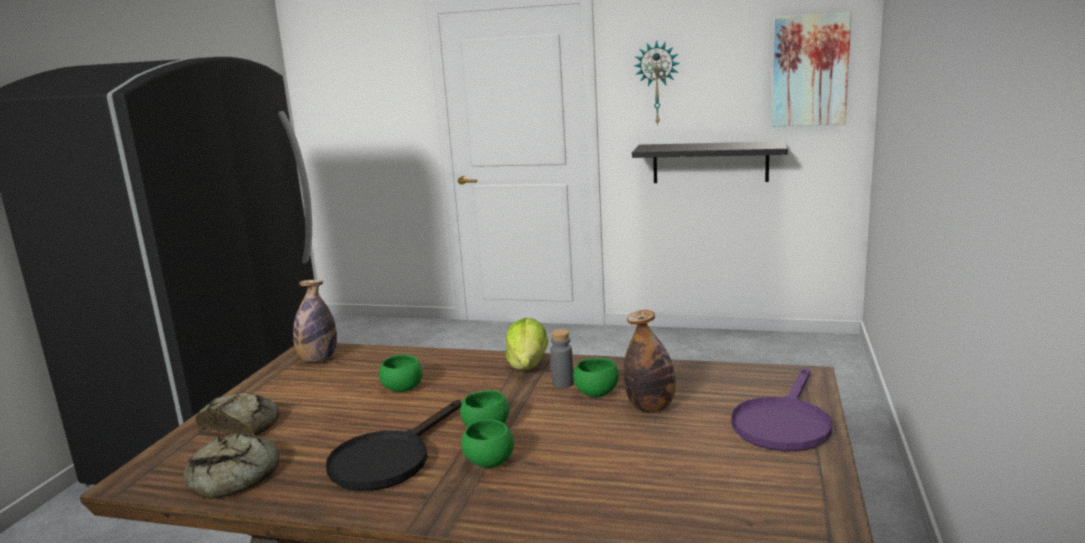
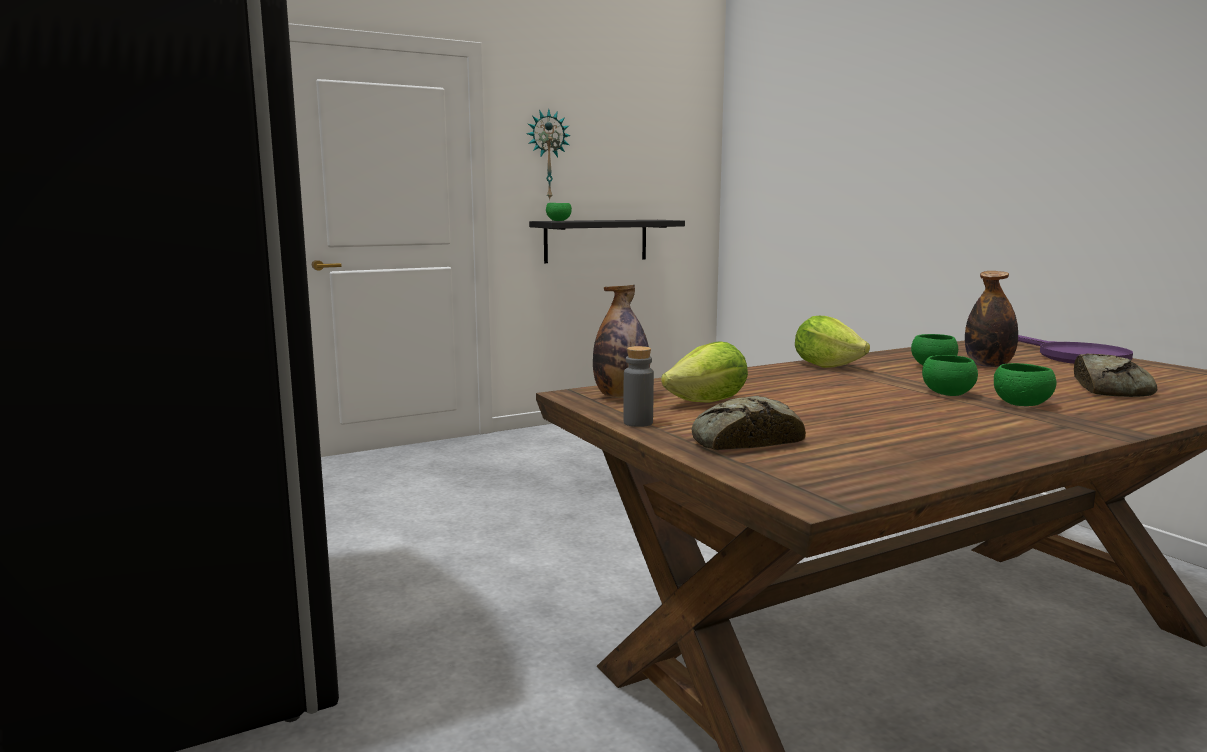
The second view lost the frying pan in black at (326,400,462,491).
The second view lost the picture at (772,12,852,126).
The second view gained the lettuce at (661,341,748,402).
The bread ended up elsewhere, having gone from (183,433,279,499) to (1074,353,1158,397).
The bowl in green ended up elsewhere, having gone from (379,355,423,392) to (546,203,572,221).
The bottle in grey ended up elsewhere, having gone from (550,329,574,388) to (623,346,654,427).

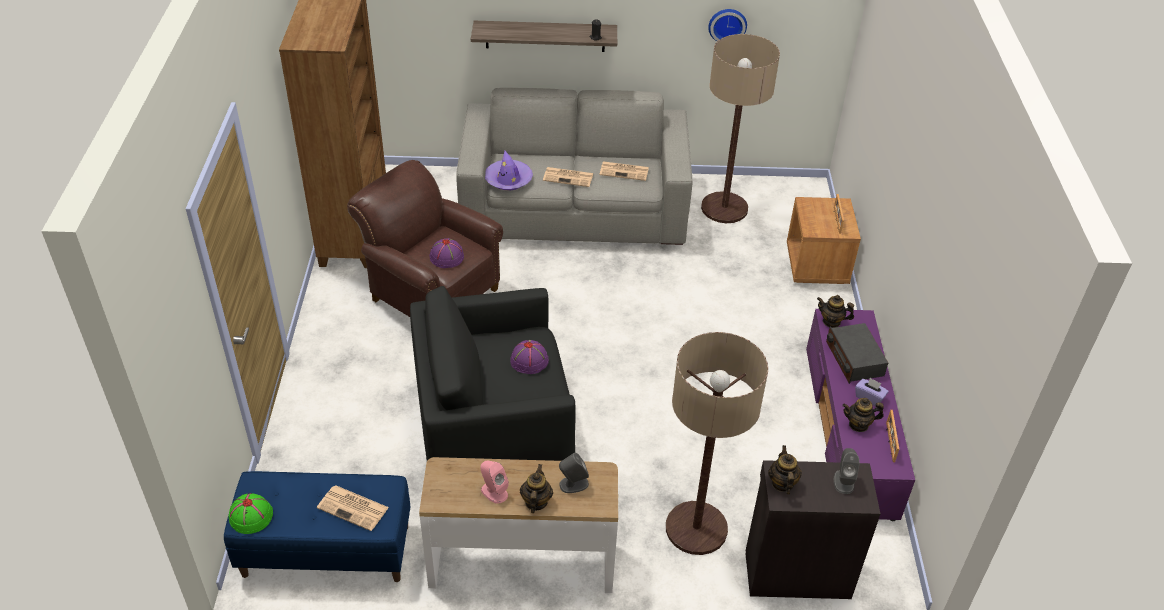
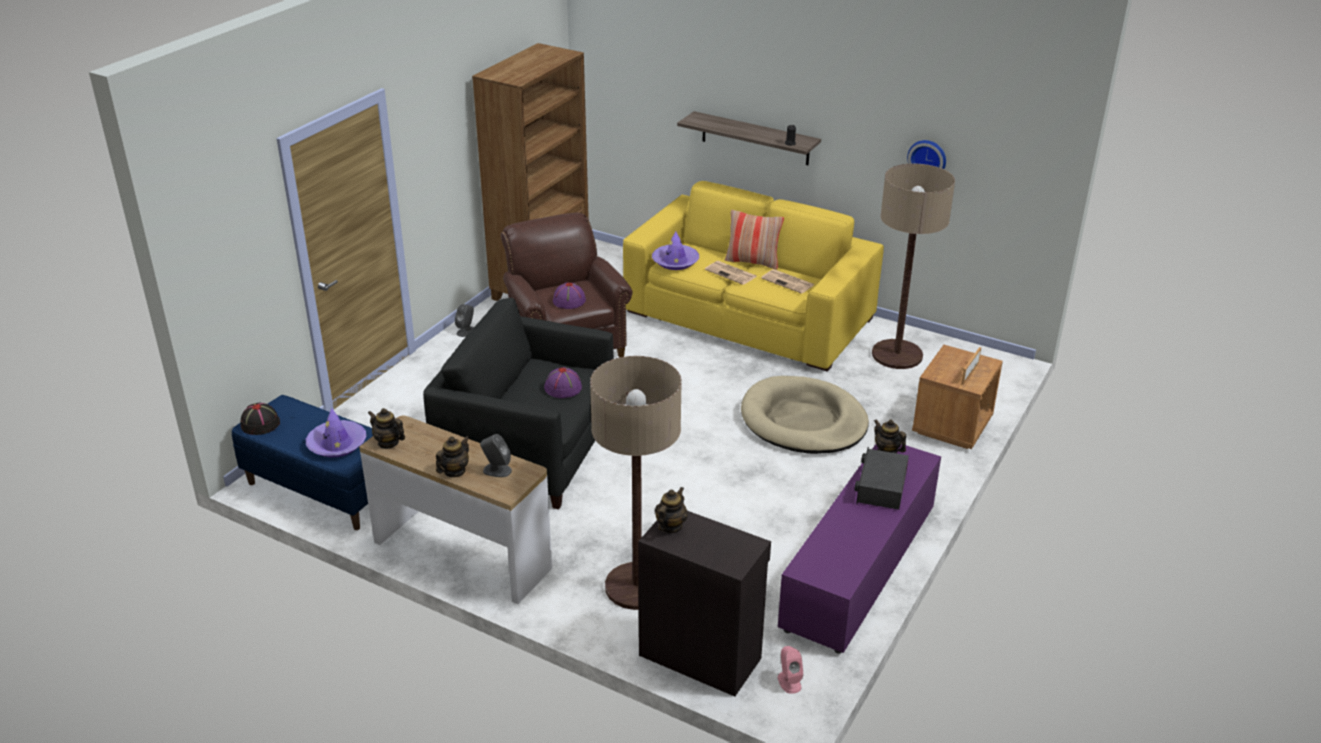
The second view lost the tissue box in purple at (855,378,889,406).
The second view lost the picture frame at (886,410,899,462).
The second view gained the pillow at (725,210,784,269).
The second view gained the dog bed in beige at (741,376,869,454).
The speaker in pink ended up elsewhere, having gone from (481,460,509,504) to (778,646,803,694).
The speaker in grey ended up elsewhere, having gone from (834,448,860,494) to (455,304,474,337).
The teapot ended up elsewhere, having gone from (842,398,884,432) to (368,408,405,449).
Where the newspaper stood at (317,486,389,531), the hat in purple came to stand at (306,408,366,458).
What was the hat in green at (229,493,273,534) turned into the hat in black at (240,402,280,435).
What was the sofa in grey at (456,88,692,245) turned into the sofa in yellow at (623,181,884,372).

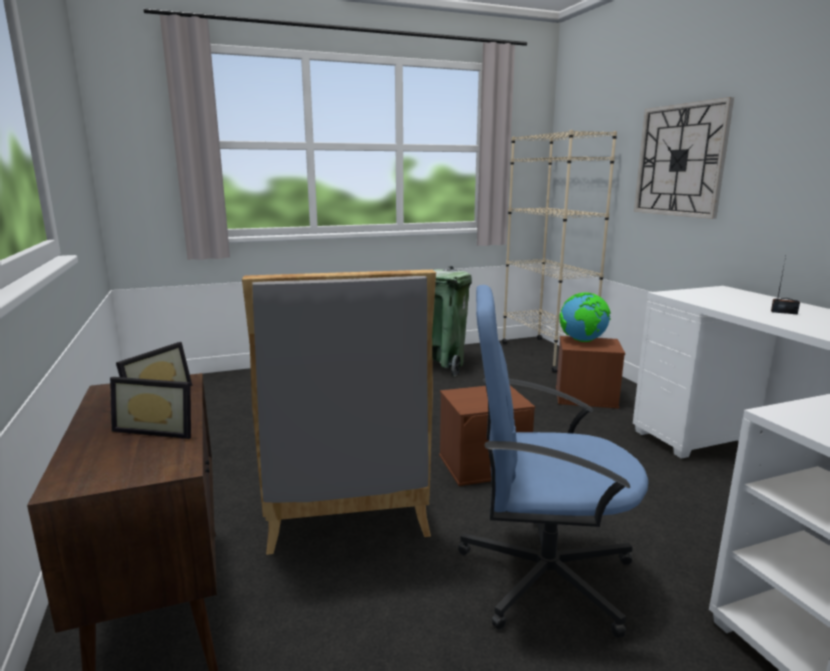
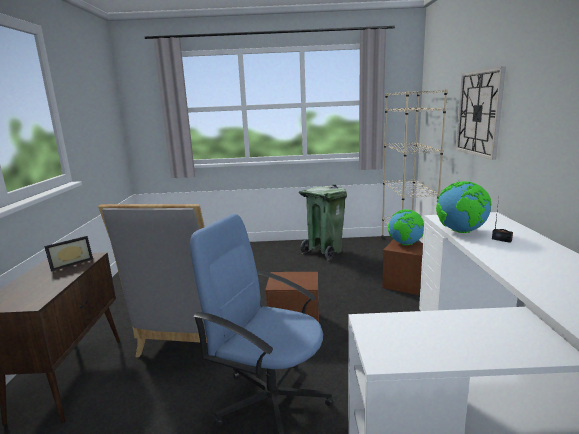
The second view lost the picture frame at (110,377,191,439).
The second view gained the globe at (436,181,492,233).

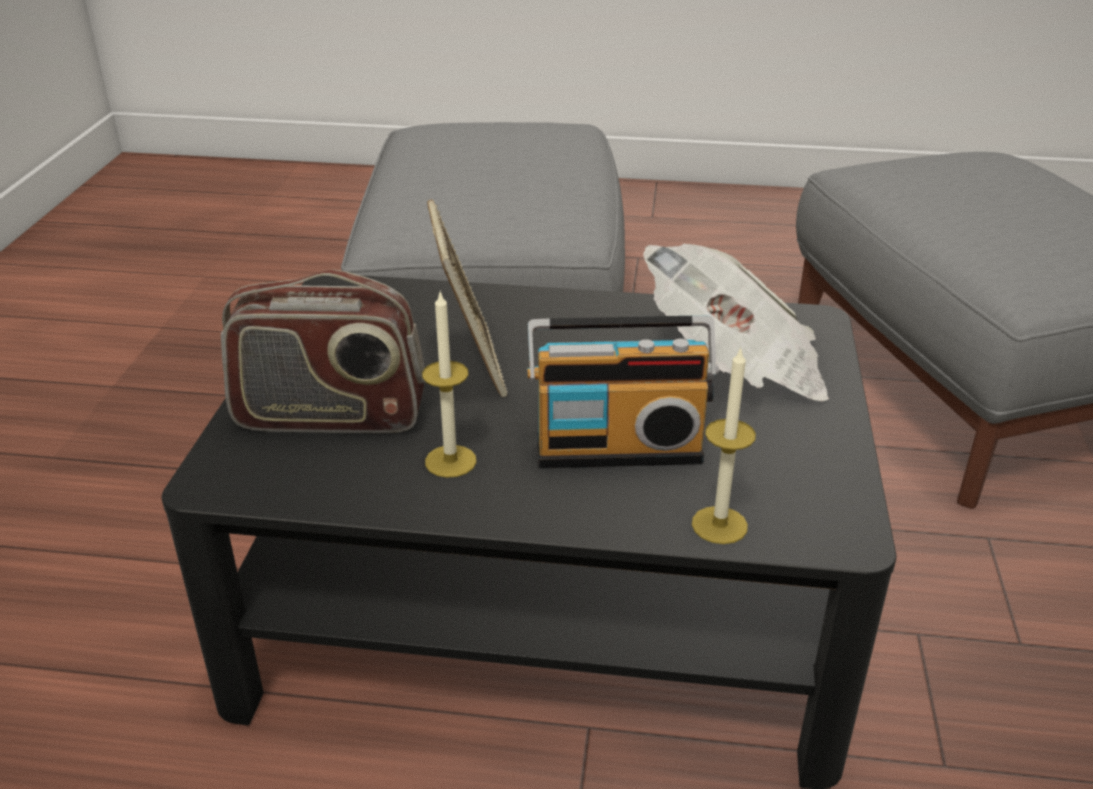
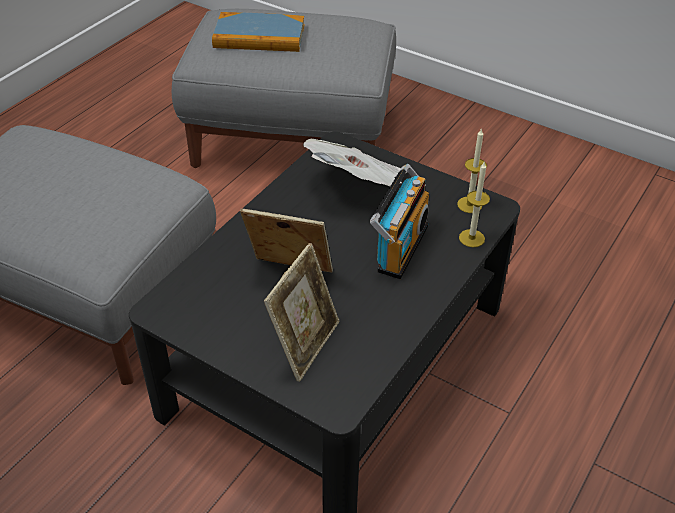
The second view gained the book at (212,12,304,52).
The candle ended up elsewhere, having gone from (422,290,477,478) to (457,128,487,213).
Where the radio stood at (221,269,425,434), the picture frame came to stand at (264,243,339,382).

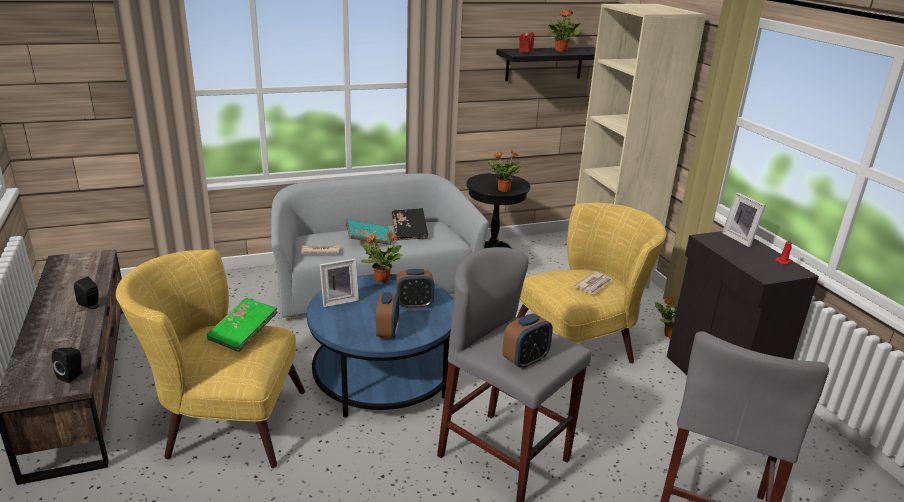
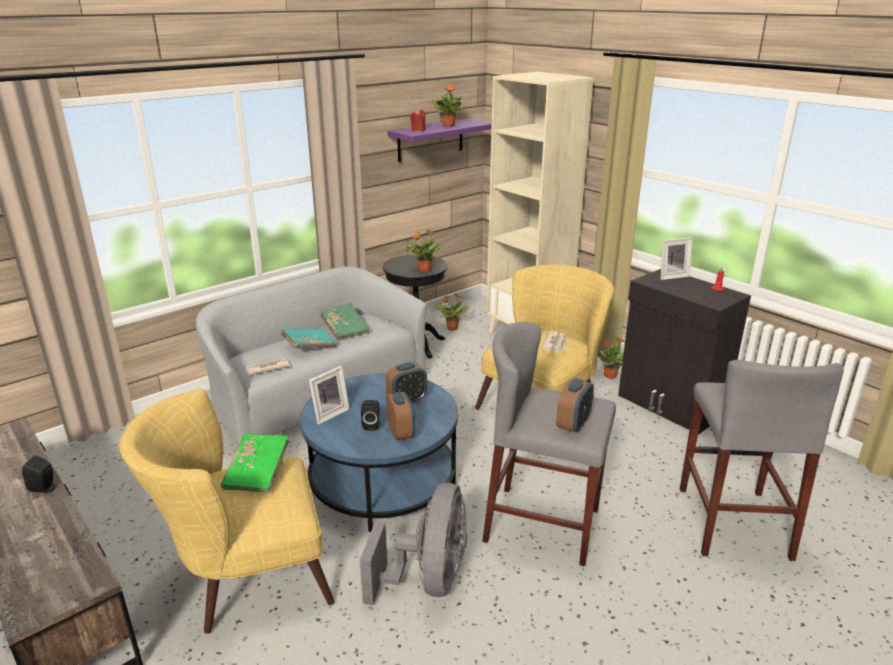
The second view gained the fan in grey at (360,483,467,605).
The speaker in black ended up elsewhere, having gone from (52,348,83,383) to (361,400,380,430).
The potted plant ended up elsewhere, having gone from (362,232,403,283) to (435,293,469,331).
What was the book in black at (392,208,429,241) turned into the book in green at (321,303,370,341).
What was the shelf in black at (496,47,596,81) turned into the shelf in purple at (387,119,492,162).
The picture frame at (722,192,766,247) ended up facing another way, 60 degrees counterclockwise from before.

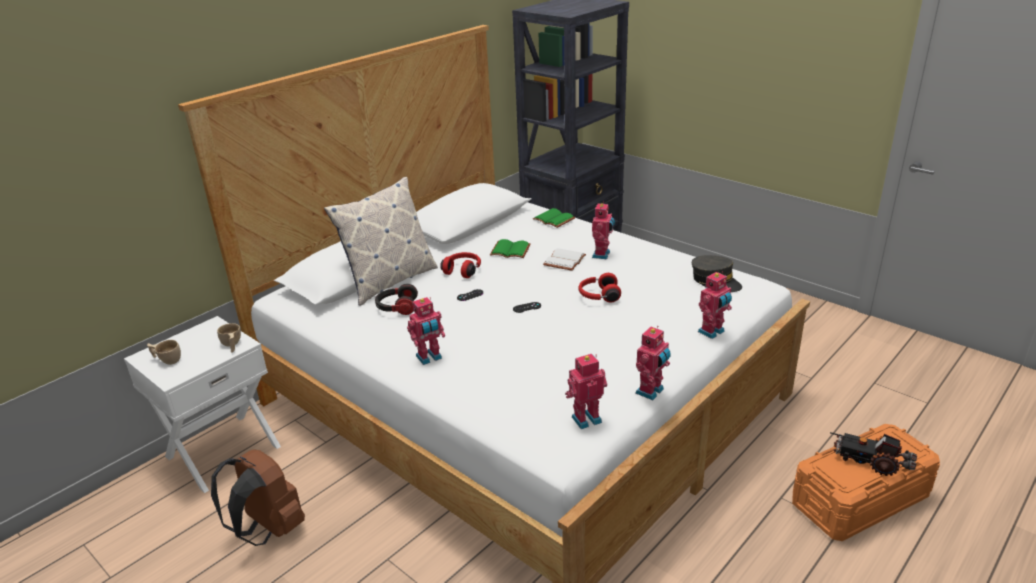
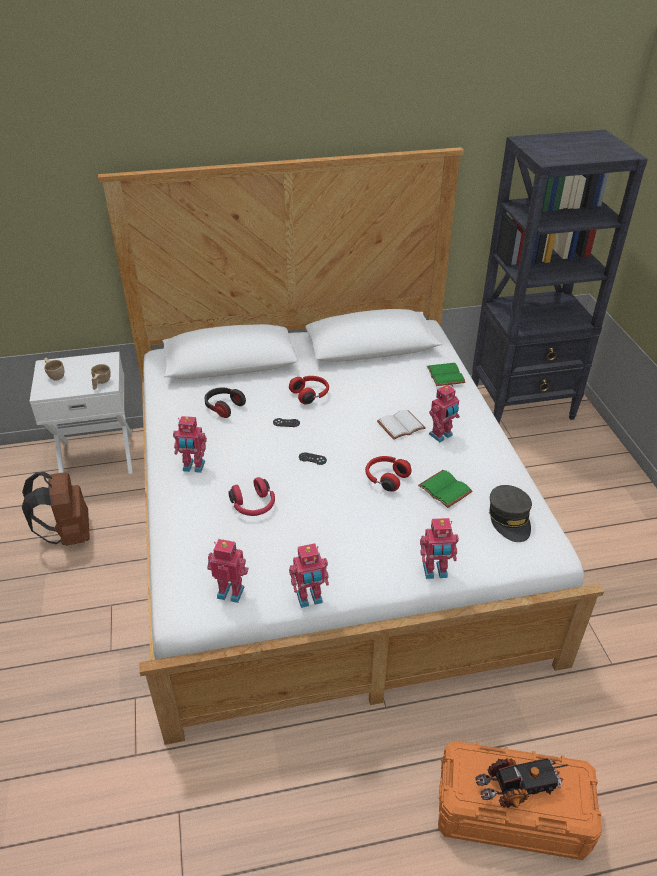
The second view lost the pillow at (324,177,438,306).
The second view gained the headphones in red at (229,477,275,516).
The book in green ended up elsewhere, having gone from (490,239,531,258) to (418,470,473,508).
The toy truck at (830,432,917,476) ended up facing another way, 105 degrees clockwise from before.

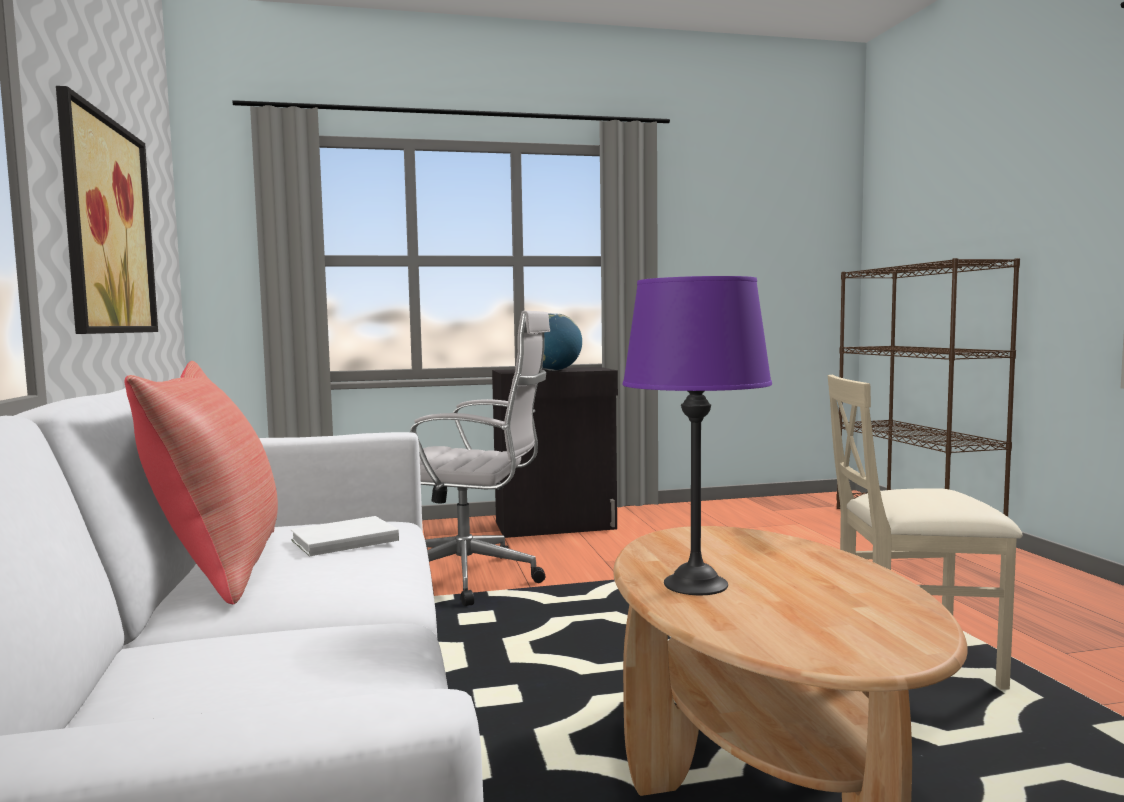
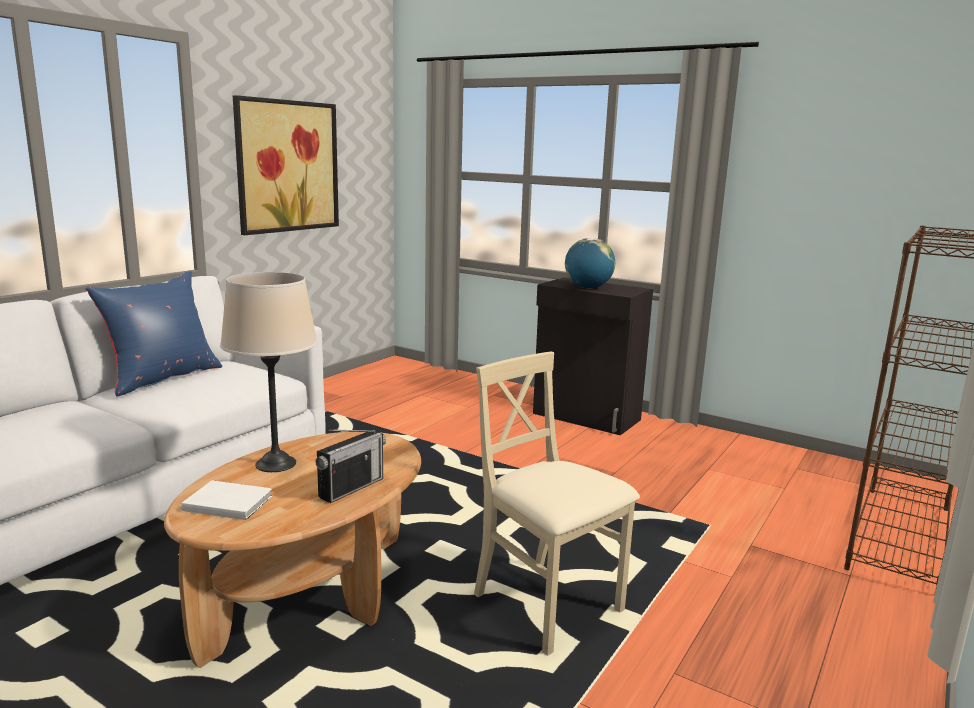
The second view lost the office chair in white at (410,311,550,606).
The second view gained the radio at (315,429,386,503).
The book in white ended up elsewhere, having gone from (291,516,399,556) to (182,480,273,520).
What was the pillow in red at (124,361,278,604) turned into the pillow in blue at (85,271,222,397).
What was the table lamp in purple at (623,276,772,595) turned into the table lamp in beige at (220,272,318,472).

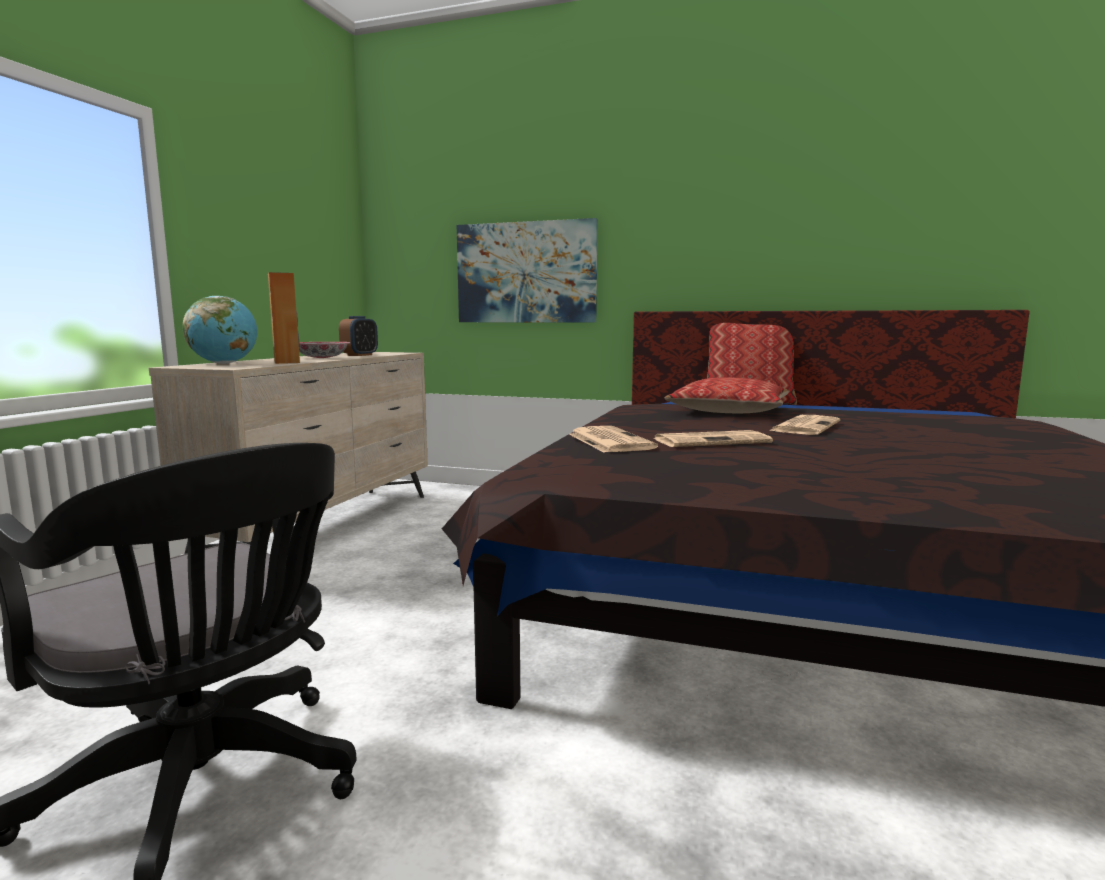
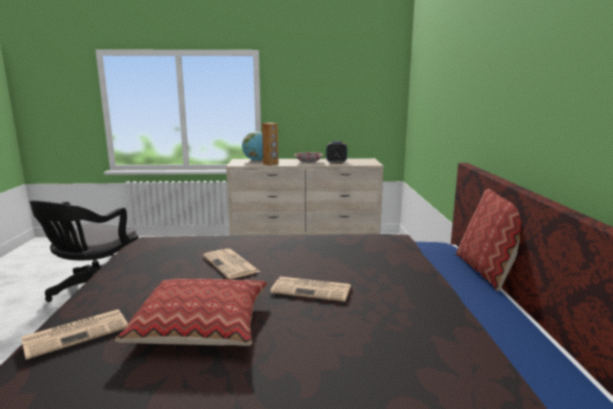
The second view lost the picture at (457,218,598,322).
The newspaper ended up elsewhere, having gone from (569,426,658,453) to (21,309,128,360).
The pillow ended up elsewhere, having gone from (665,378,789,413) to (115,279,268,346).

